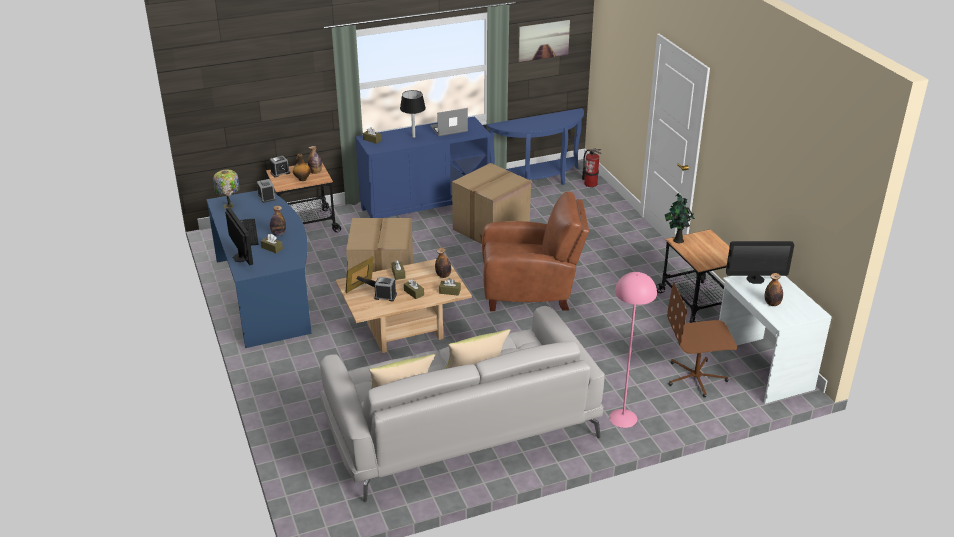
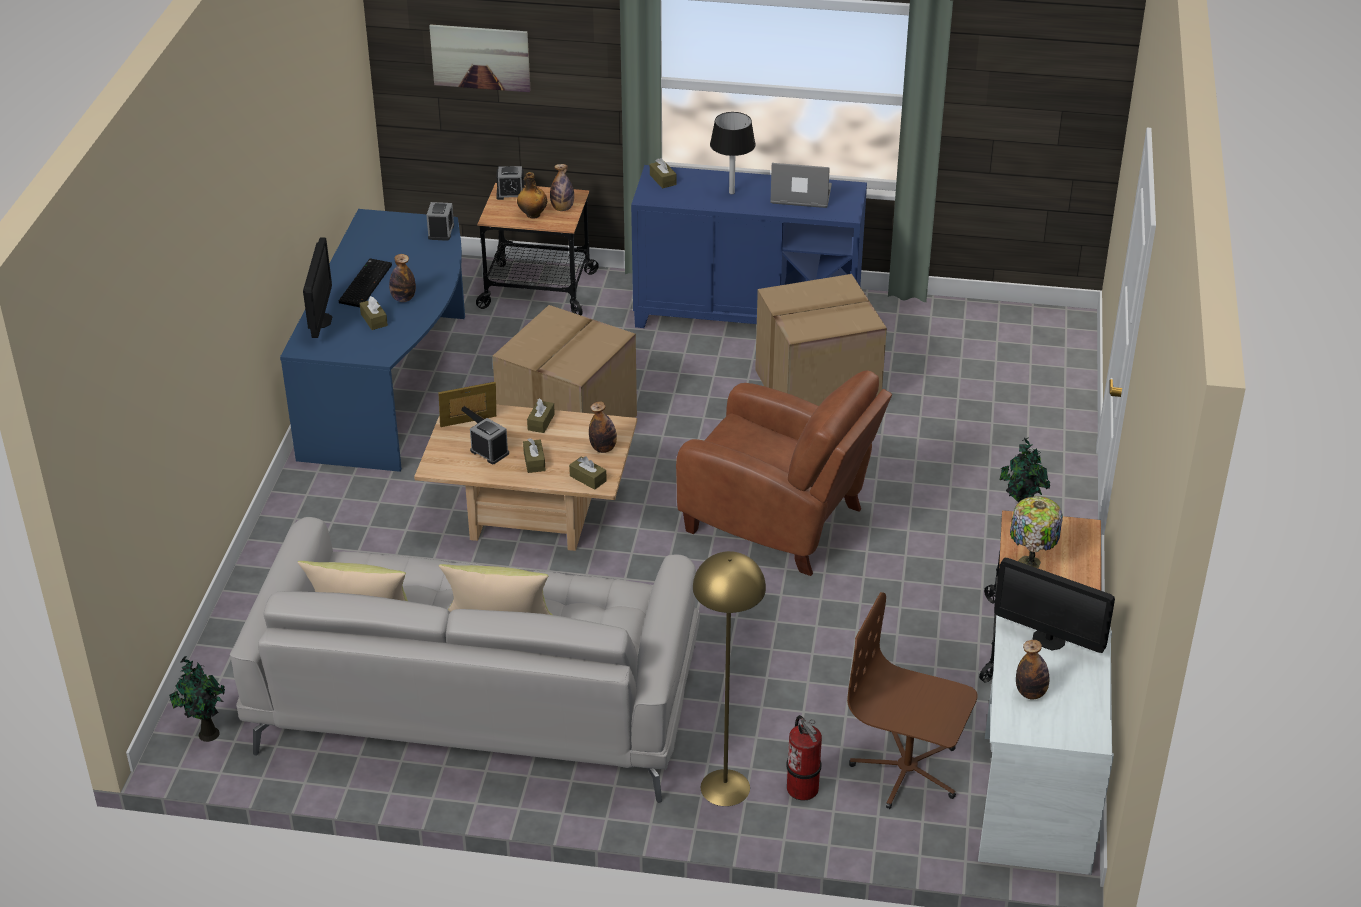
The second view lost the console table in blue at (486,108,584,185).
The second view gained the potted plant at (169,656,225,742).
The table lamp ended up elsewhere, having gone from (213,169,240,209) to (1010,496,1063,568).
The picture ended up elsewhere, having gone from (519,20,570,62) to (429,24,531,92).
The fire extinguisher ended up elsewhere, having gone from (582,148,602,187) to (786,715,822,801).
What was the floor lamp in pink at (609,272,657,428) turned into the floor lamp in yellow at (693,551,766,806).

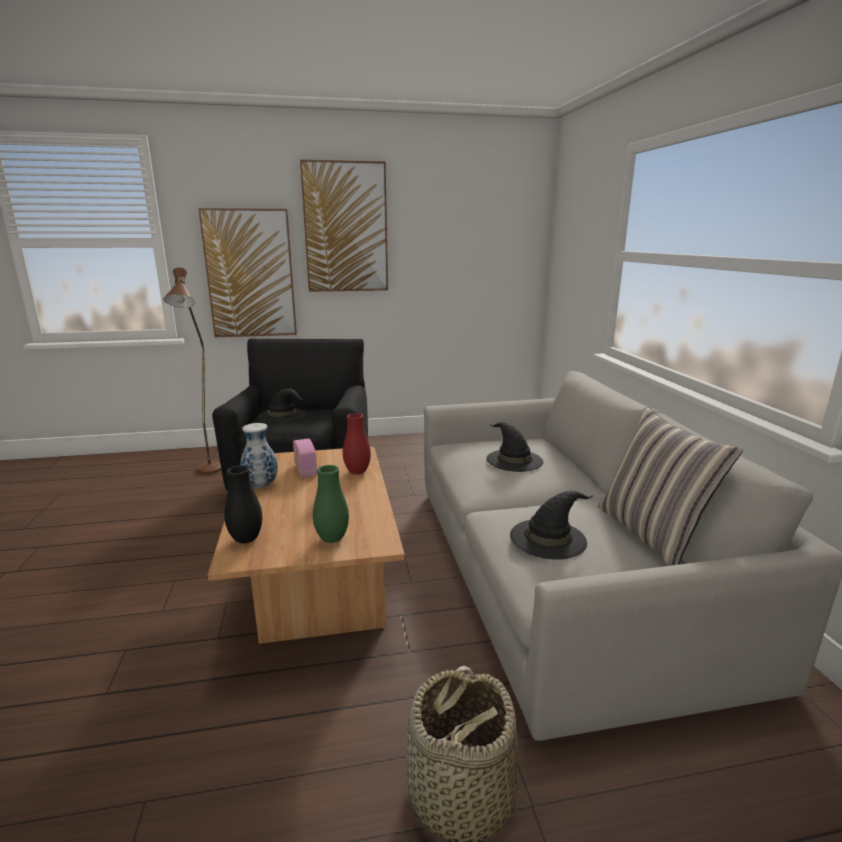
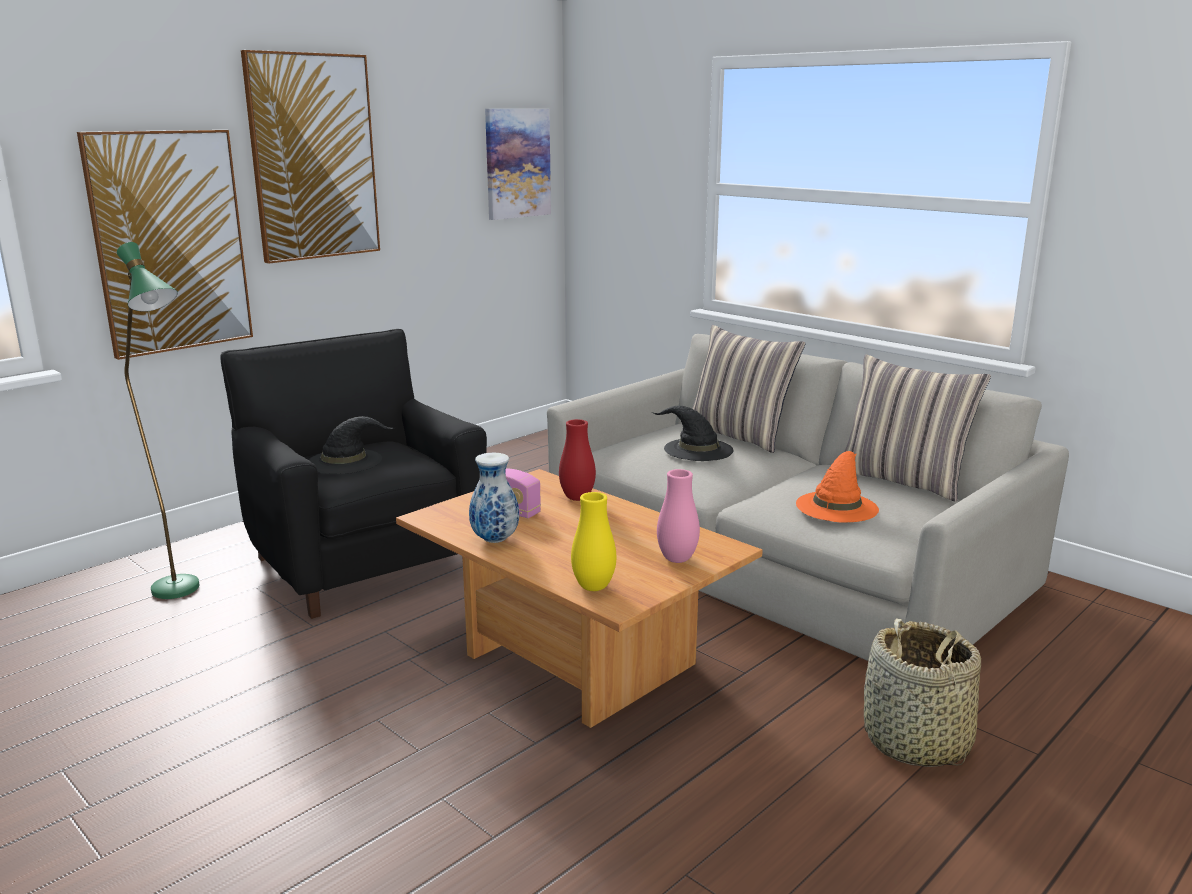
The second view gained the picture at (485,109,551,220).
The second view gained the pillow at (692,325,806,453).
What was the floor lamp in brown at (164,267,221,474) turned into the floor lamp in green at (117,242,199,599).
What was the vase in black at (224,465,262,543) turned into the vase in yellow at (571,492,616,591).
What was the vase in green at (313,465,349,543) turned into the vase in pink at (657,469,700,563).
What was the hat in black at (510,491,594,560) turned into the hat in orange at (796,451,879,522).

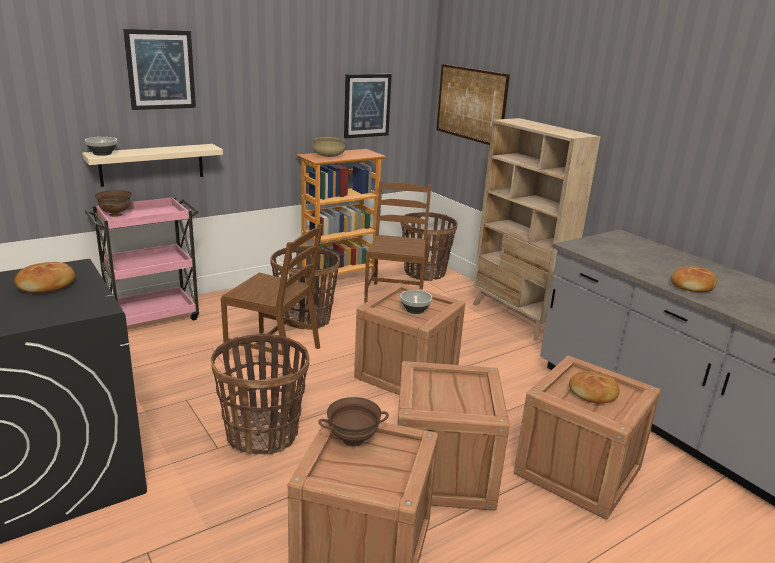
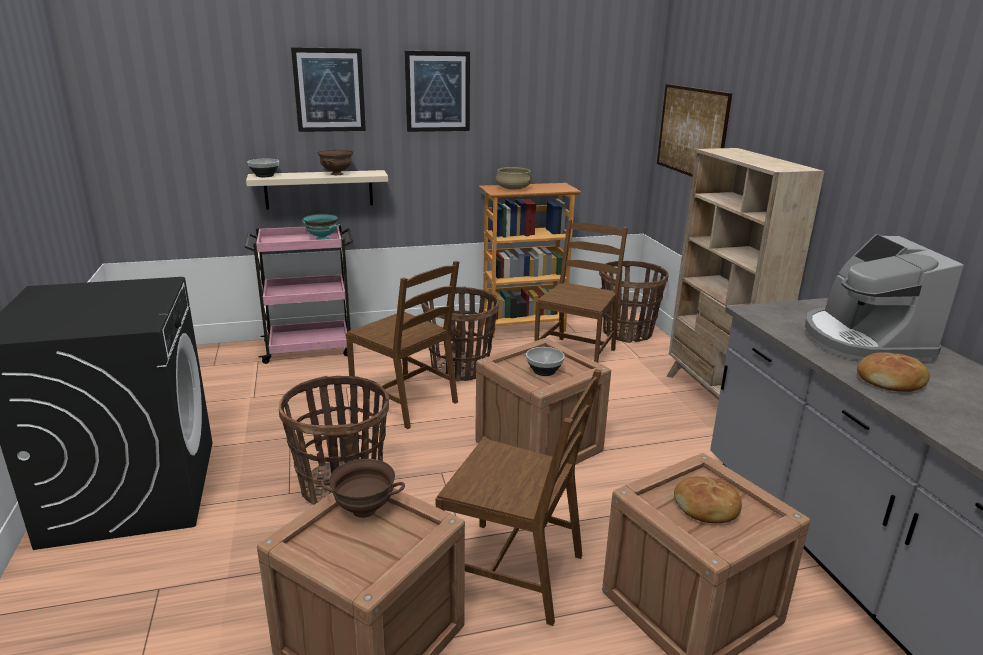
The second view lost the bread at (14,262,75,293).
The second view gained the bowl in turquoise at (302,214,341,240).
The second view gained the coffee machine at (805,234,964,362).
The bowl in brown ended up elsewhere, having gone from (95,190,131,217) to (318,150,353,175).
The picture ended up elsewhere, having gone from (344,74,392,138) to (405,51,470,132).
Where the crate stood at (397,361,510,511), the chair in brown came to stand at (435,369,602,626).

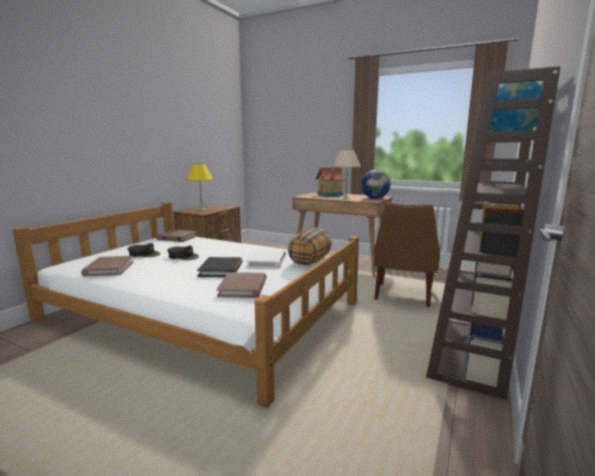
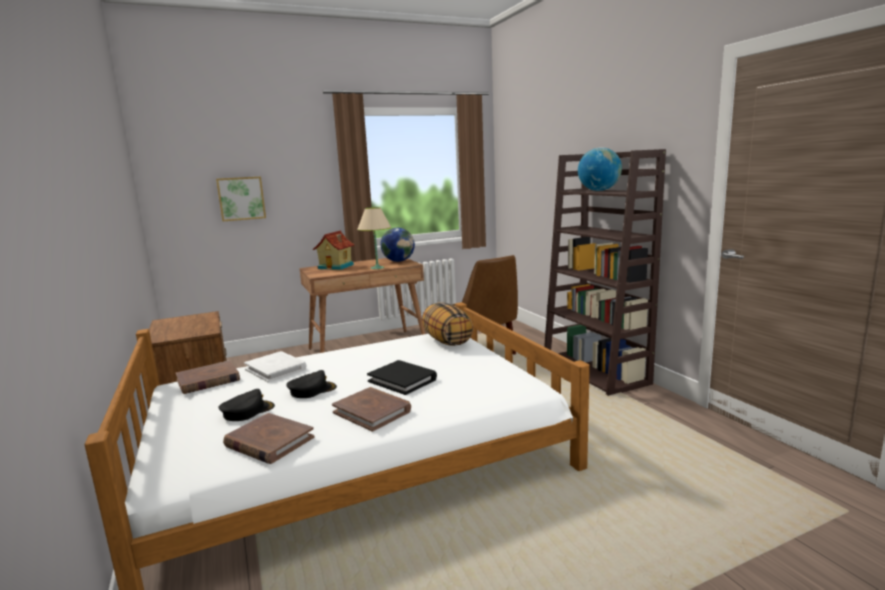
The second view lost the table lamp in yellow at (186,163,213,211).
The second view gained the picture at (216,177,266,221).
The book in brown ended up elsewhere, having gone from (217,272,267,298) to (332,387,411,432).
The book in white ended up elsewhere, having gone from (246,250,286,268) to (244,351,307,383).

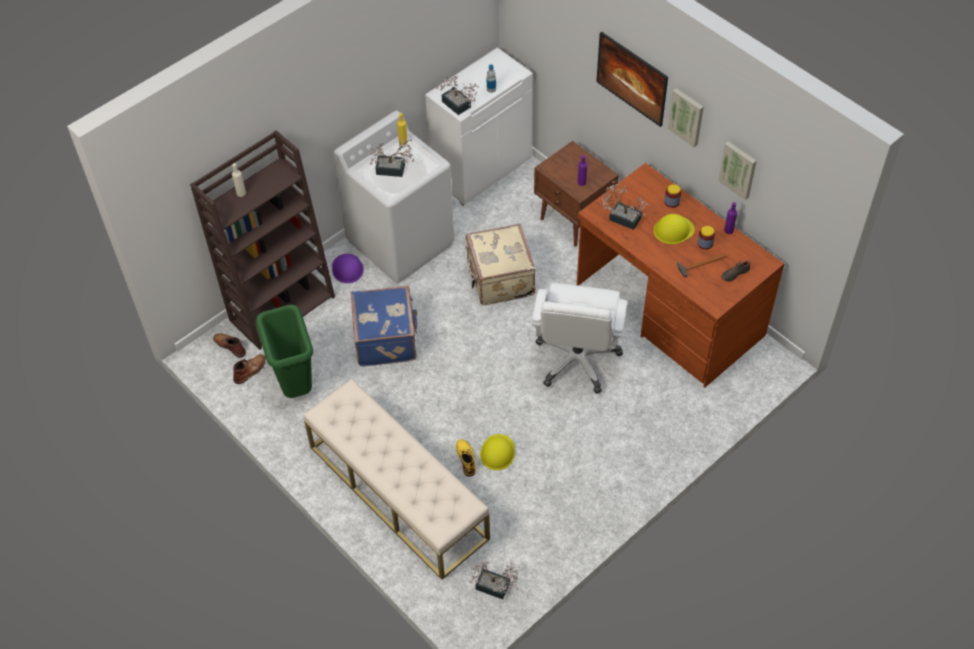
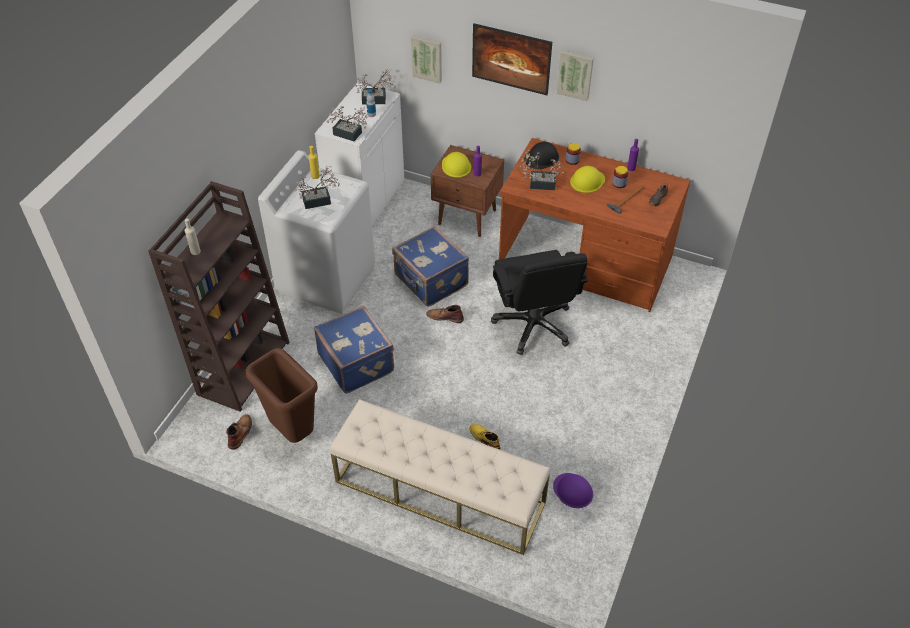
The second view gained the hard hat in black at (524,142,559,169).
The boot in brown ended up elsewhere, having gone from (213,333,246,358) to (426,305,464,323).
The hard hat in purple ended up elsewhere, having gone from (332,254,364,283) to (553,473,593,508).
The potted plant ended up elsewhere, having gone from (469,561,520,599) to (354,69,396,105).
The hard hat in yellow ended up elsewhere, having gone from (480,434,515,470) to (442,152,471,178).
The picture ended up elsewhere, having gone from (718,141,756,200) to (411,35,442,84).
What was the trash can in green at (256,305,313,398) turned into the trash can in brown at (245,348,318,443).
What was the suitcase in beige at (465,224,536,305) turned into the suitcase in blue at (392,226,469,307).
What was the office chair in white at (532,283,627,394) turned into the office chair in black at (491,250,588,355).

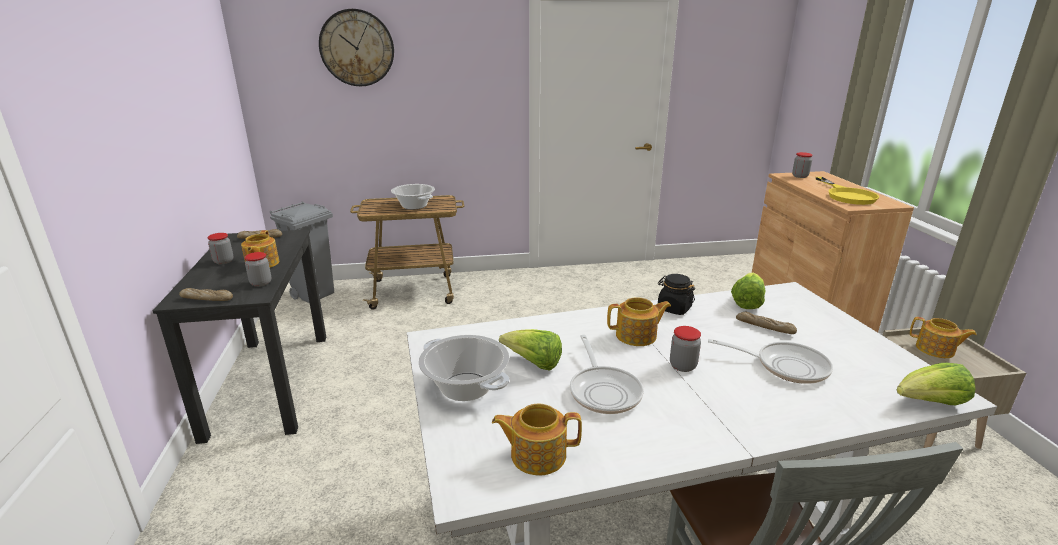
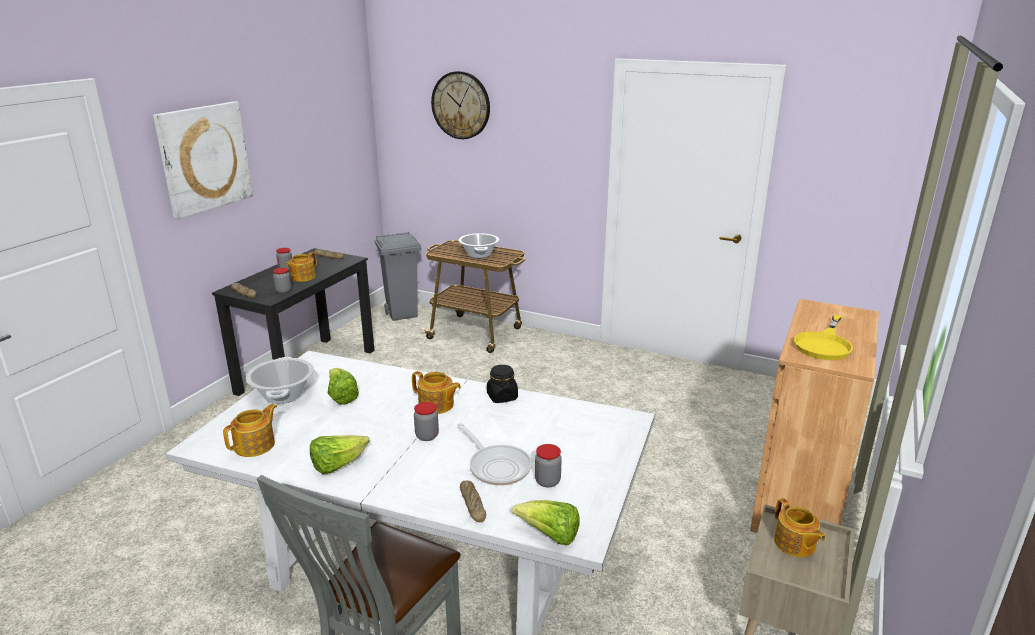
The second view lost the frying pan at (570,335,644,414).
The second view gained the picture at (153,101,253,219).
The lettuce ended up elsewhere, having gone from (731,273,766,309) to (310,435,370,474).
The bread ended up elsewhere, having gone from (736,312,797,334) to (460,481,486,522).
The jar ended up elsewhere, having gone from (792,152,813,178) to (535,444,562,488).
The teapot at (492,403,582,476) ended up facing another way, 90 degrees clockwise from before.

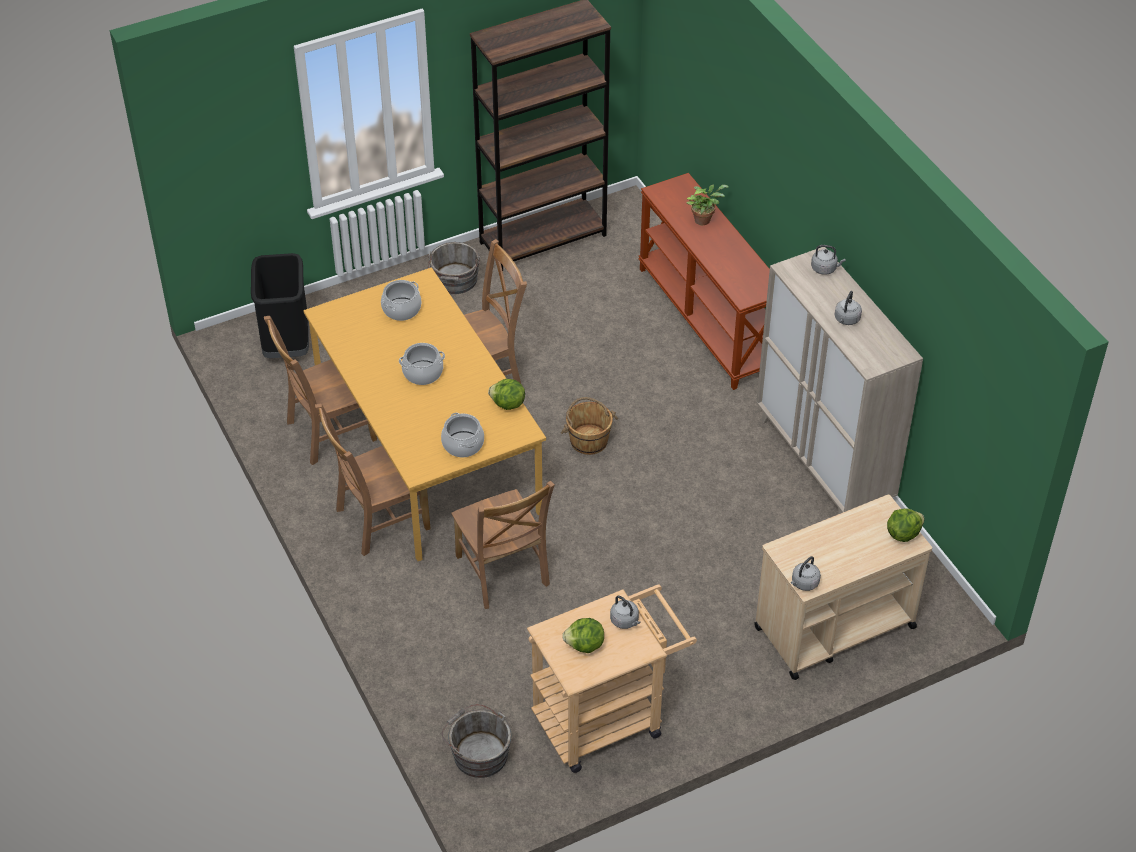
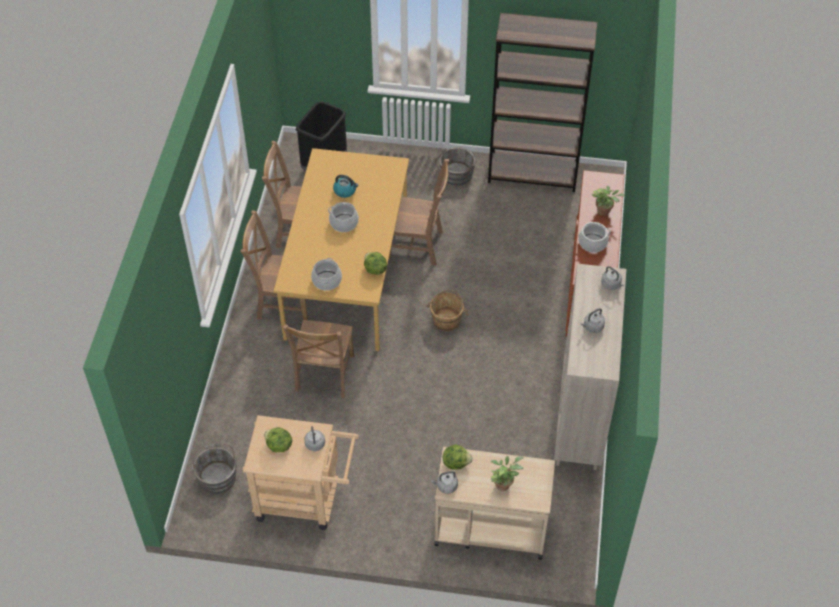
The second view gained the kettle at (333,175,359,198).
The second view gained the potted plant at (491,456,524,491).
The cooking pot ended up elsewhere, having gone from (381,280,421,321) to (578,222,611,253).
The lettuce ended up elsewhere, having gone from (887,508,925,542) to (443,444,473,470).

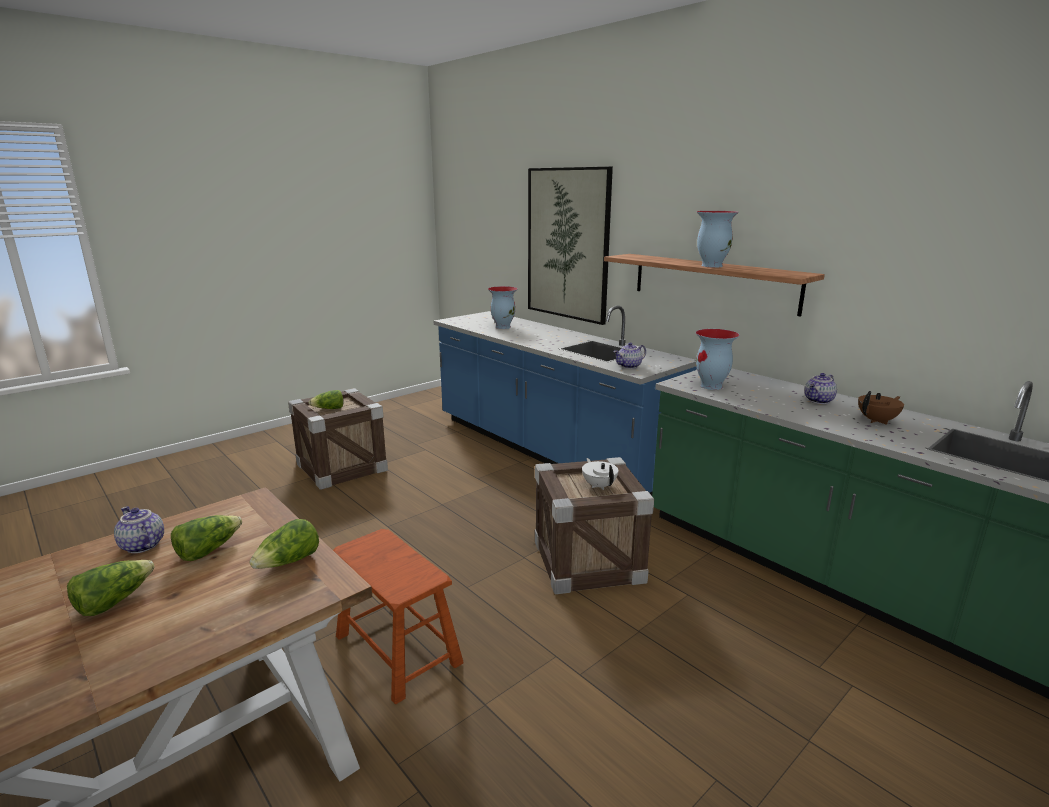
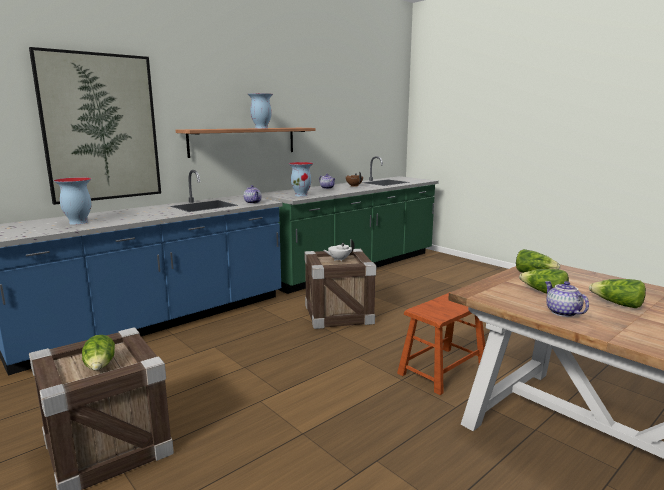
The teapot at (114,506,164,553) ended up facing another way, 120 degrees clockwise from before.

